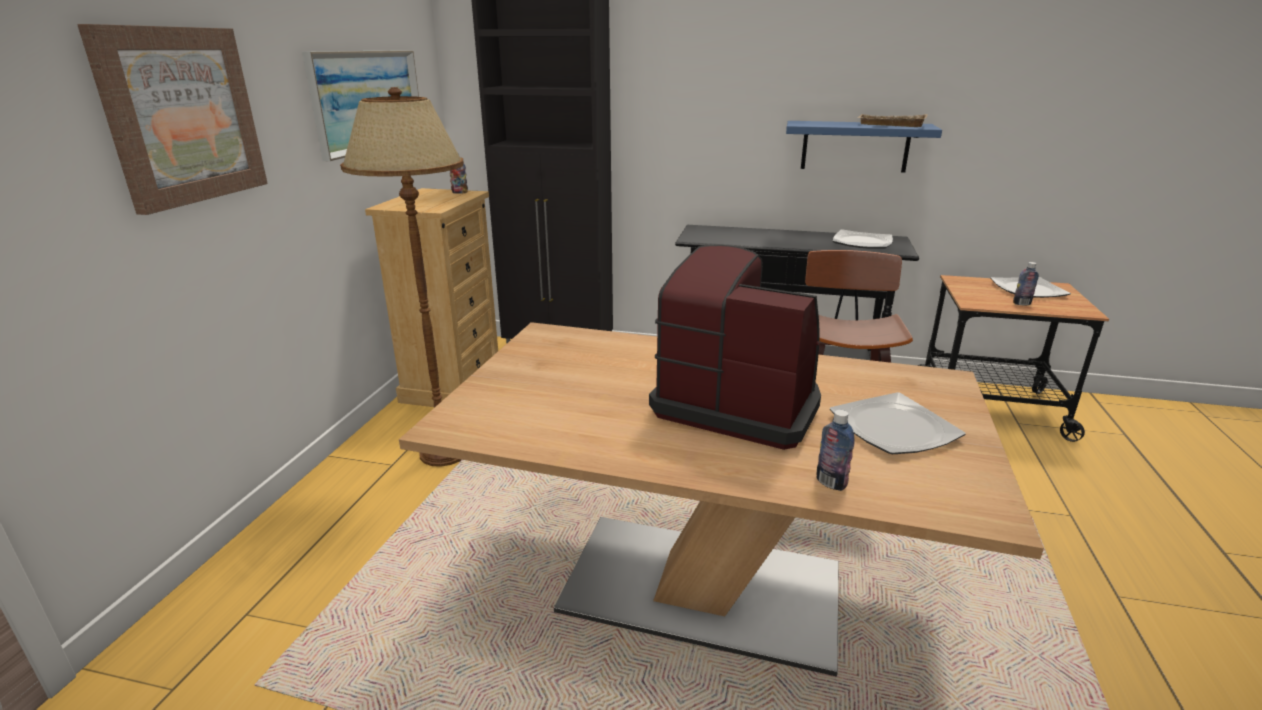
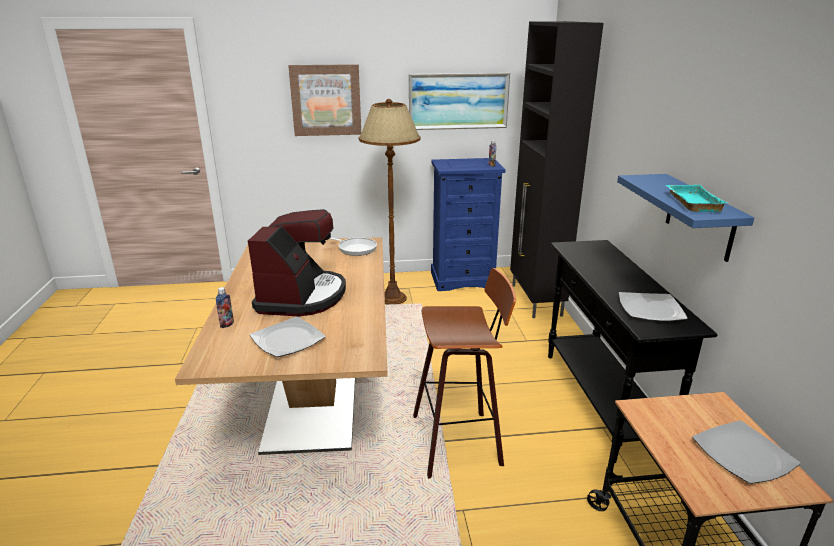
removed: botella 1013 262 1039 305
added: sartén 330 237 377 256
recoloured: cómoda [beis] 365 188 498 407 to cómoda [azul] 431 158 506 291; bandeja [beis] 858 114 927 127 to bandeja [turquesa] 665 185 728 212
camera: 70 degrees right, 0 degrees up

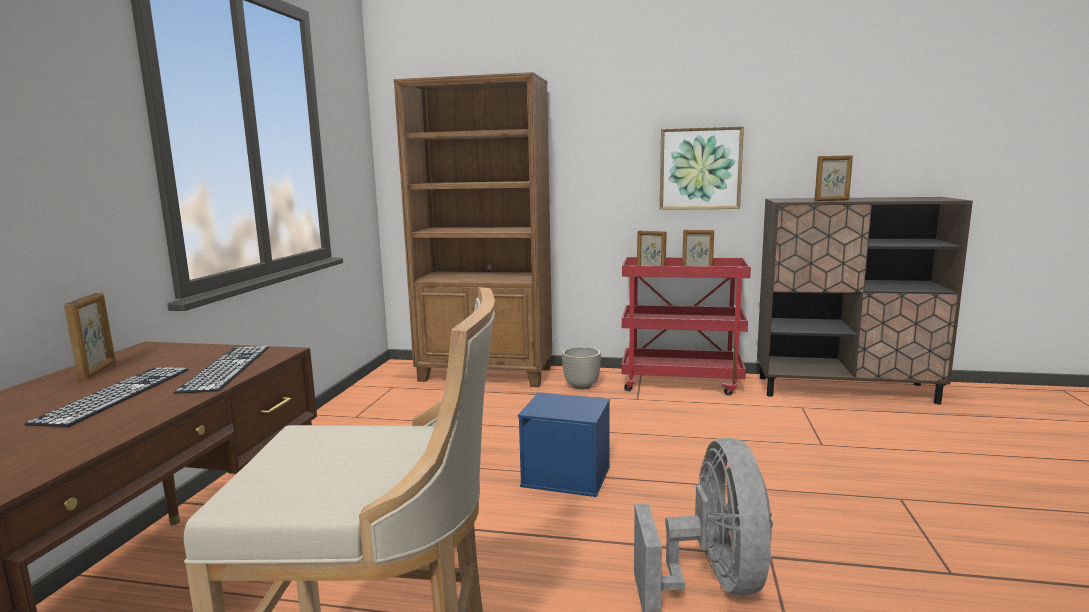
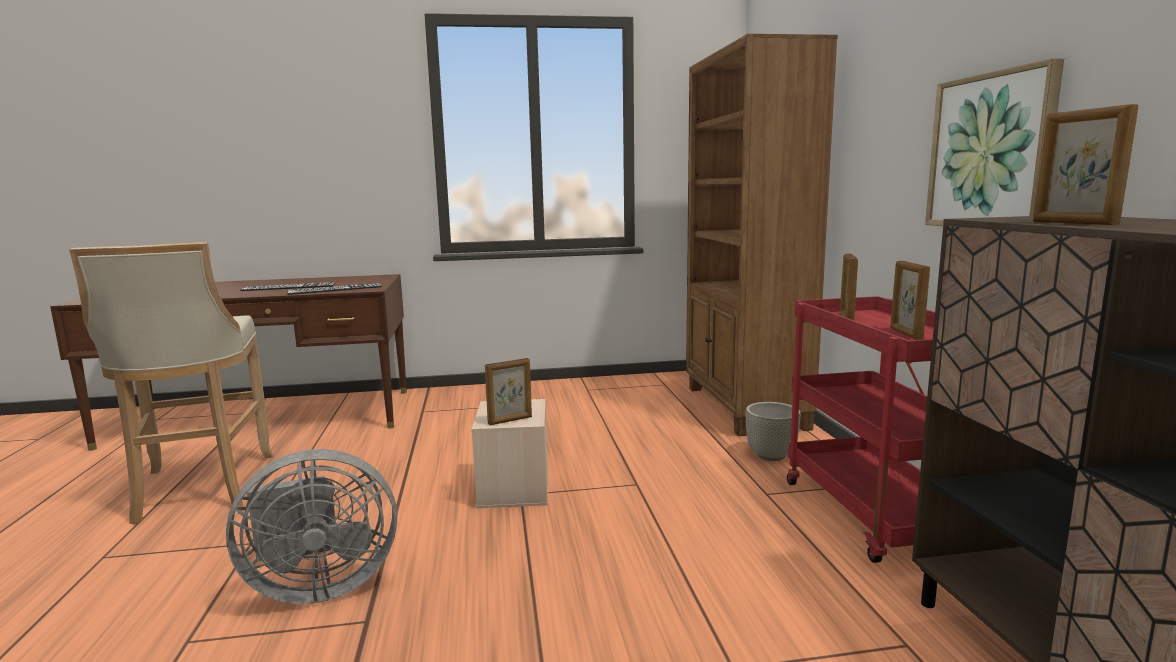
moved: portarretratos 64 293 116 380 to 485 358 532 425
recoloured: caja de almacenaje [azul] 518 392 610 497 to caja de almacenaje [beis] 471 399 548 508
camera: 70 degrees right, 0 degrees up

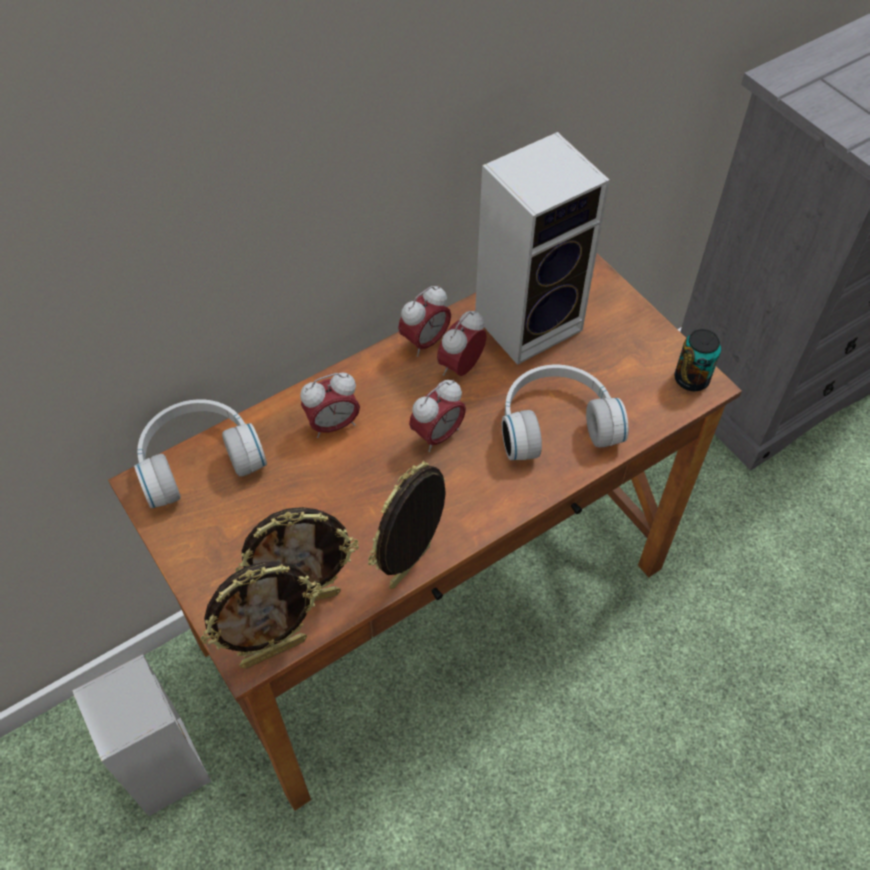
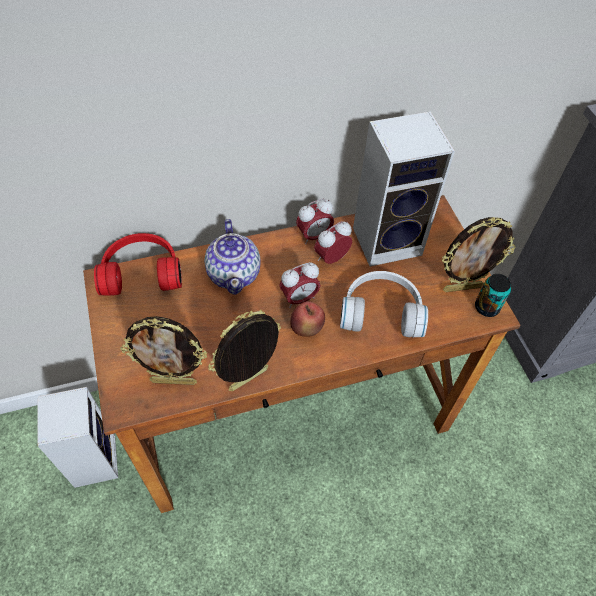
added: manzana 290 301 325 337
moved: portarretratos 200 561 322 669 to 442 217 515 292
replaced: despertador 300 372 360 438 to tetera 204 219 261 295
recoloured: auriculares [blanco] 134 399 267 508 to auriculares [rojo] 94 233 182 296
camera: 15 degrees right, 0 degrees up

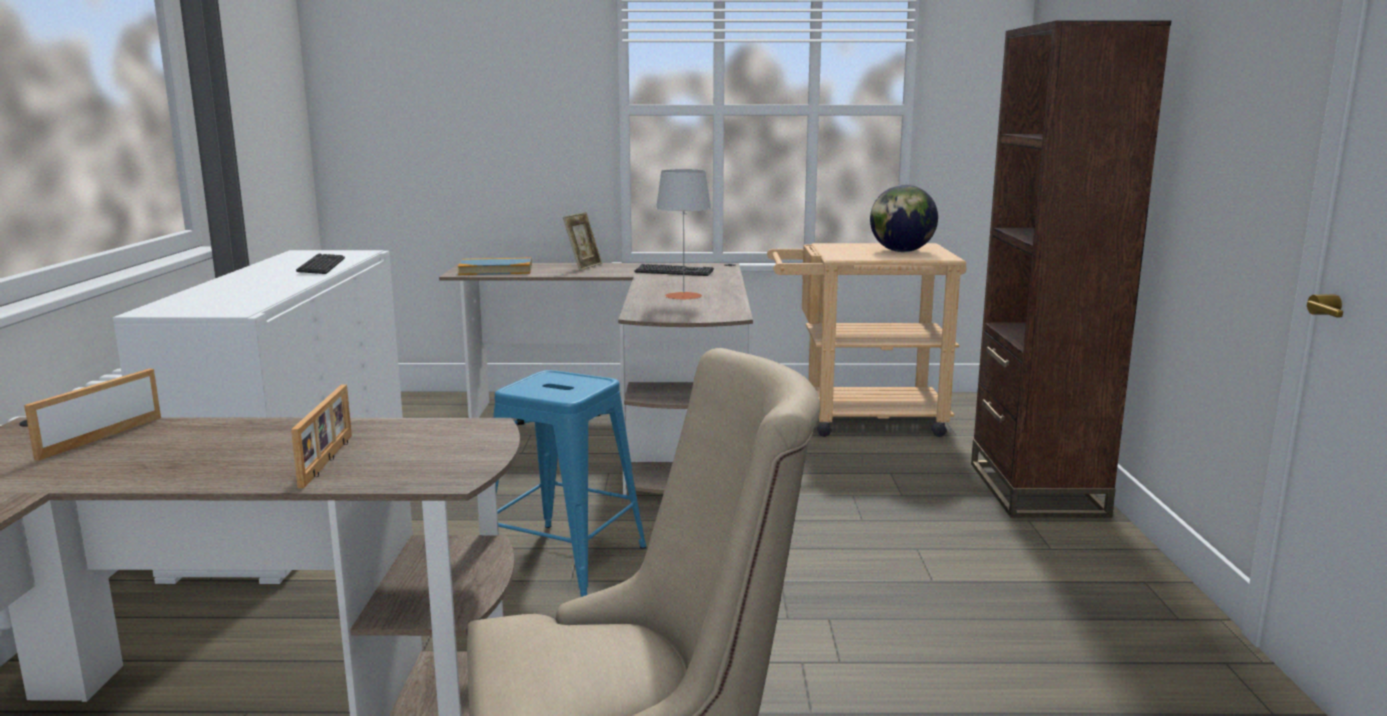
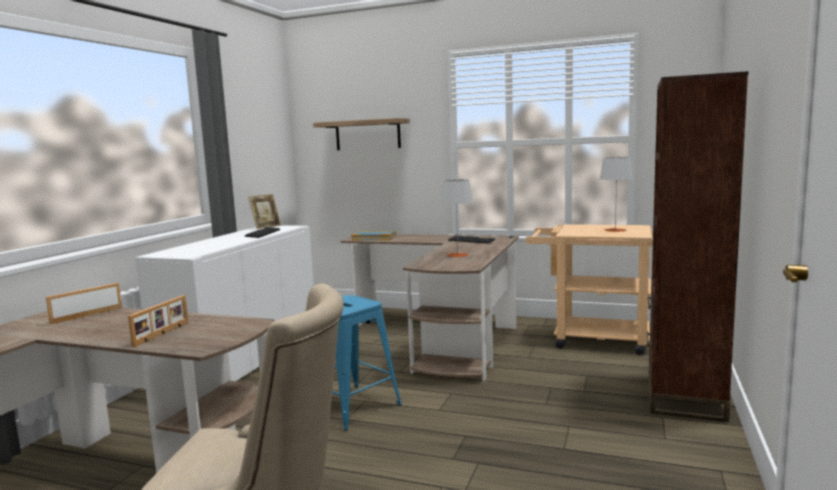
added: estante 313 118 410 150
moved: portarretratos 563 212 602 271 to 248 194 281 229
replaced: globo terráqueo 870 185 938 252 to lámpara de mesa [gris] 600 157 634 232
camera: 20 degrees right, 5 degrees down

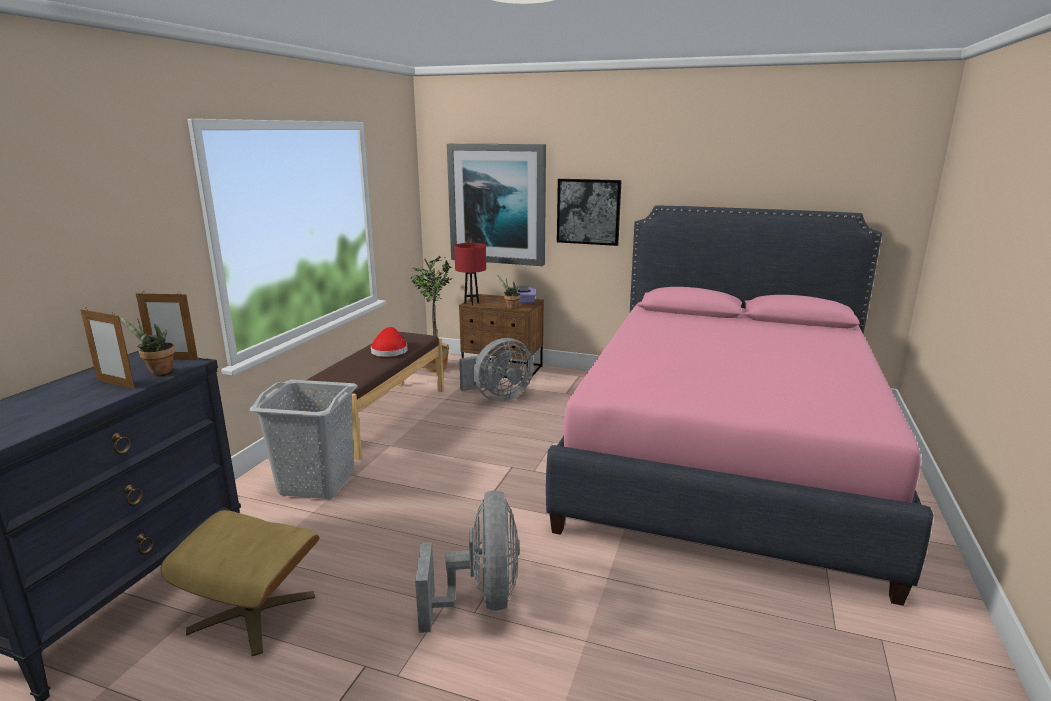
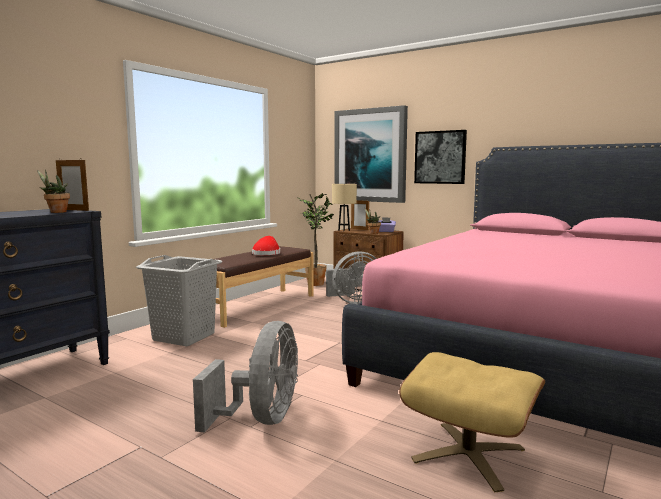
moved: portarretratos 80 308 135 389 to 351 200 369 230; puf [beis] 160 510 320 657 to 399 352 545 492
recoloured: lámpara de mesa [rojo] 454 243 486 305 to lámpara de mesa [beis] 332 184 357 231
camera: 15 degrees right, 10 degrees down

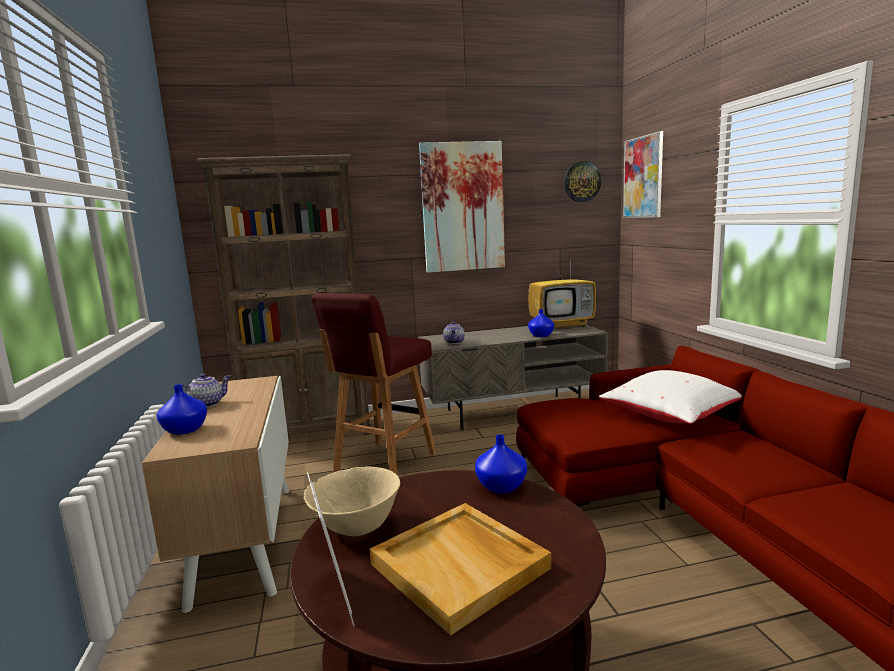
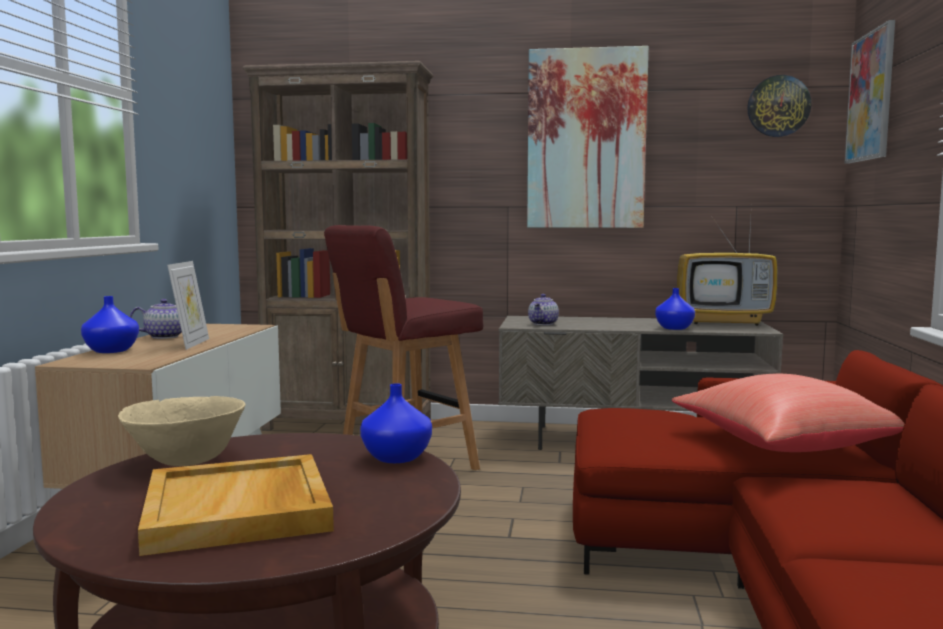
moved: portarretratos 307 472 355 626 to 167 261 209 350
recoloured: cojín [blanco] 599 370 742 424 to cojín [rojo] 672 374 904 452
camera: 20 degrees right, 5 degrees down

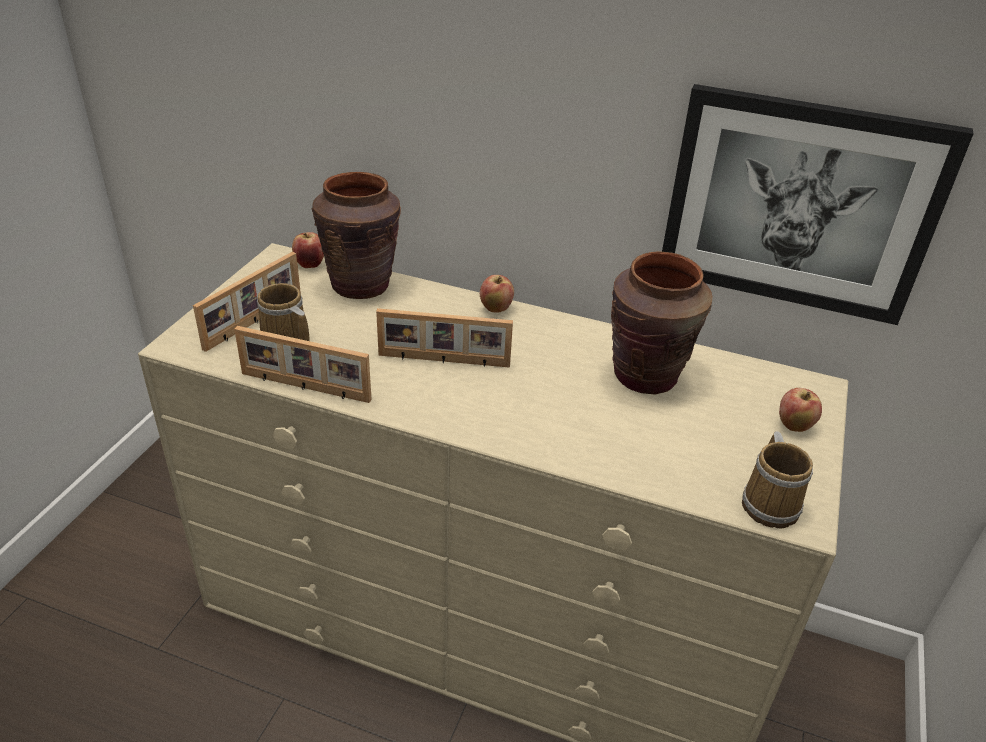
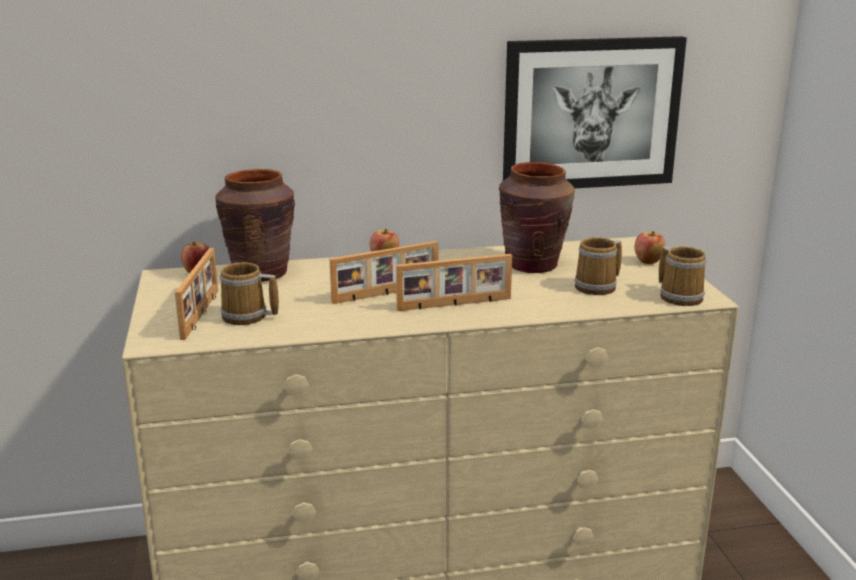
added: taza grande 575 237 622 295
moved: portarretratos 234 326 372 403 to 396 254 512 311
camera: 30 degrees left, 15 degrees down

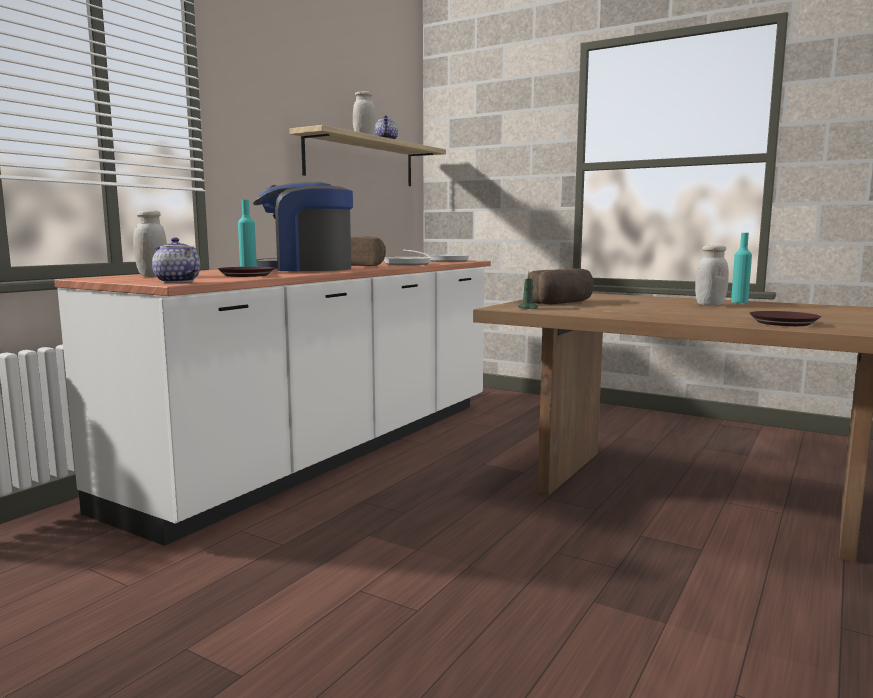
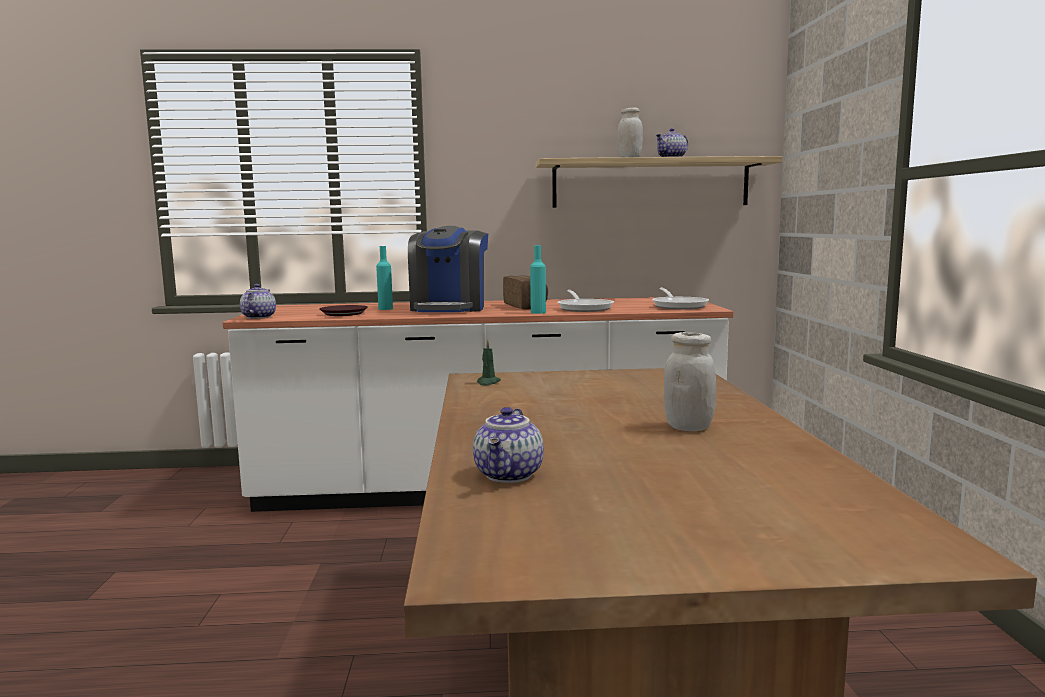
removed: tarro [blanco] 133 210 167 276; pan 529 269 594 304
moved: botella [turquesa] 731 233 752 303 to 530 245 546 314
replaced: plato [marrón] 749 311 821 326 to tetera 473 407 544 483
turned: cafetera 253 182 353 271 = 408 226 488 312 135 degrees counterclockwise
camera: 55 degrees right, 0 degrees up

